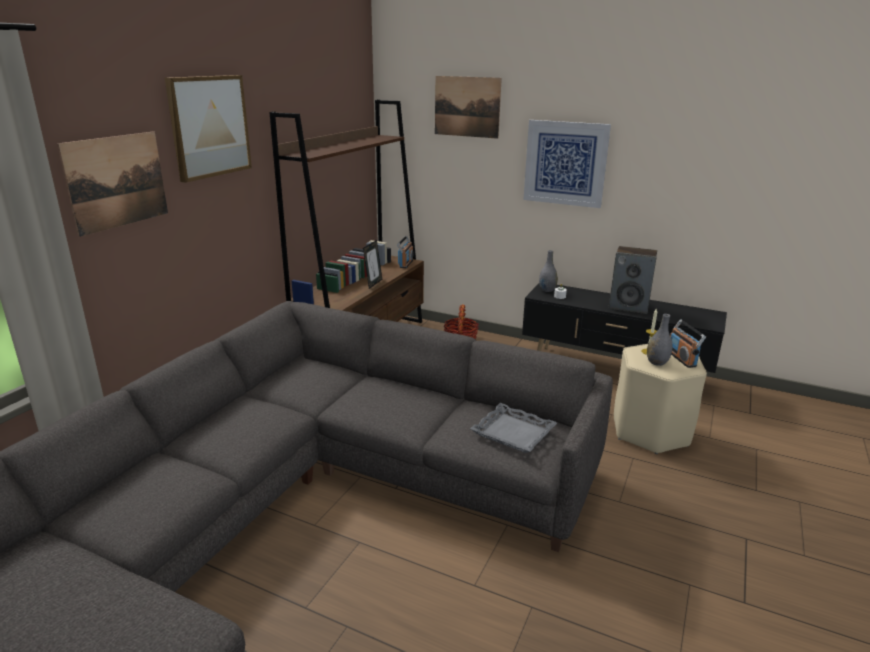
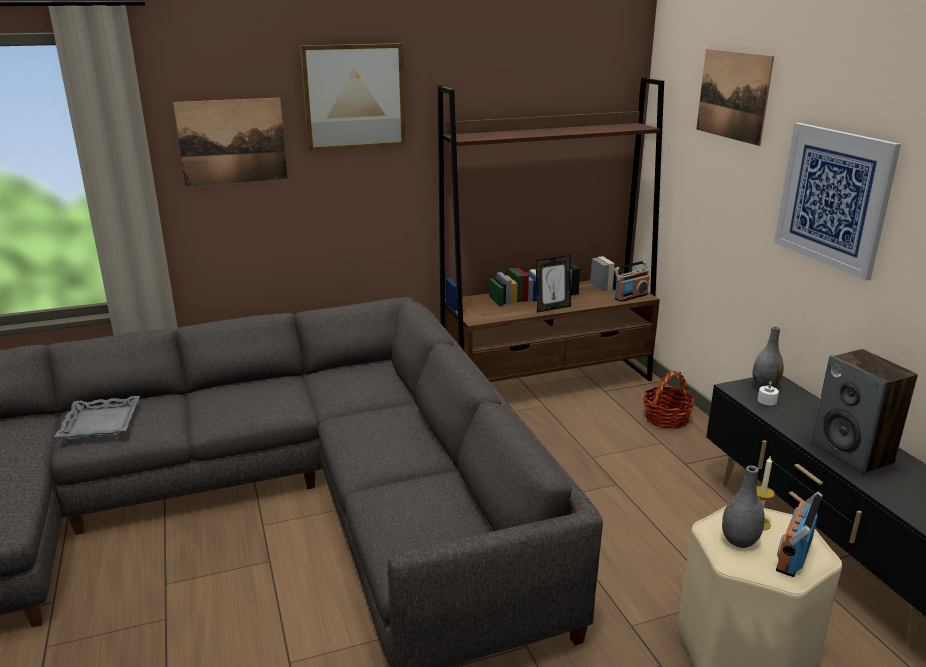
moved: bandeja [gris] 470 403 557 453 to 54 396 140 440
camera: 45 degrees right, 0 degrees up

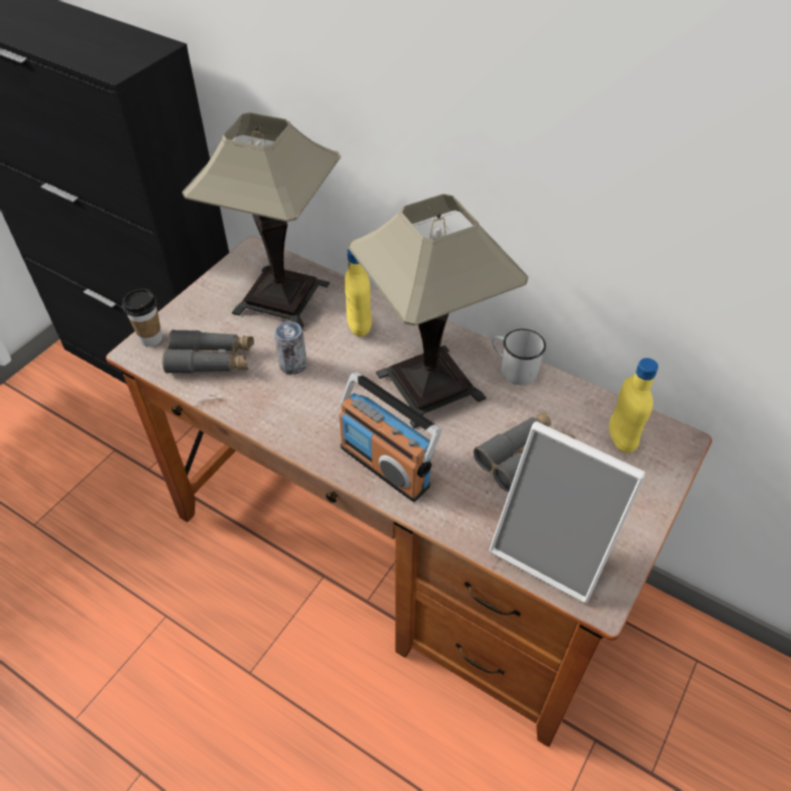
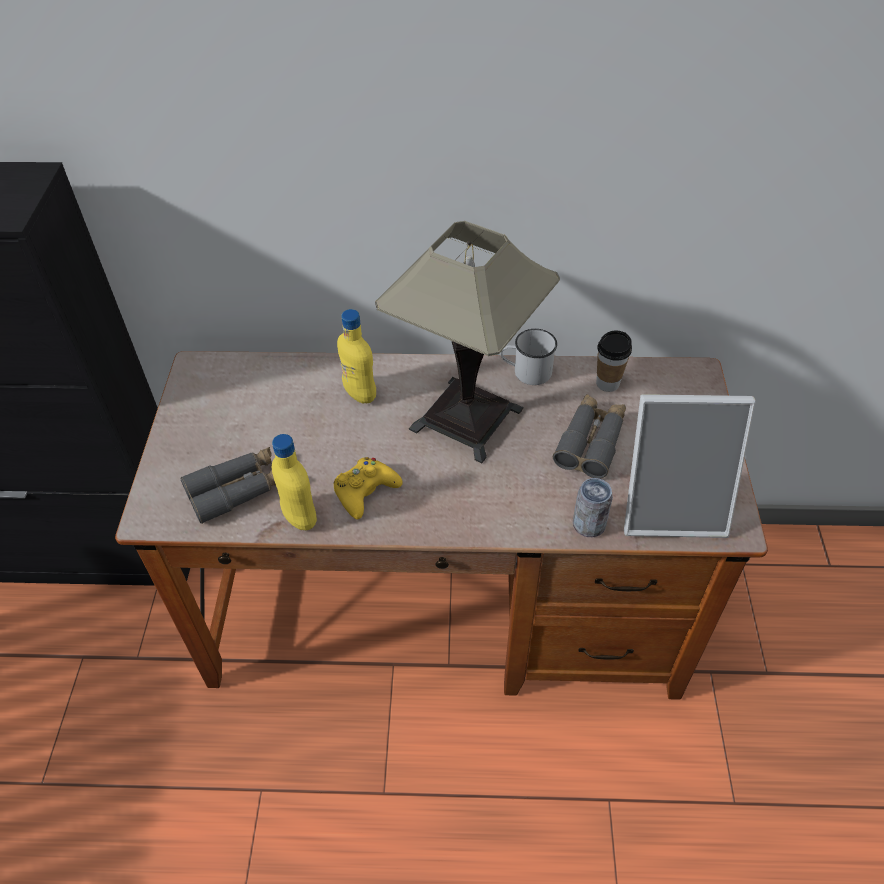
removed: lámpara de mesa 182 112 341 329; radio 339 372 441 502
added: mando de consola [amarillo] 334 457 403 519
moved: taza 122 289 162 347 to 596 330 632 392; lata 274 321 307 375 to 573 478 613 537; botella [amarillo] 609 358 658 453 to 272 434 317 530
camera: 30 degrees left, 0 degrees up

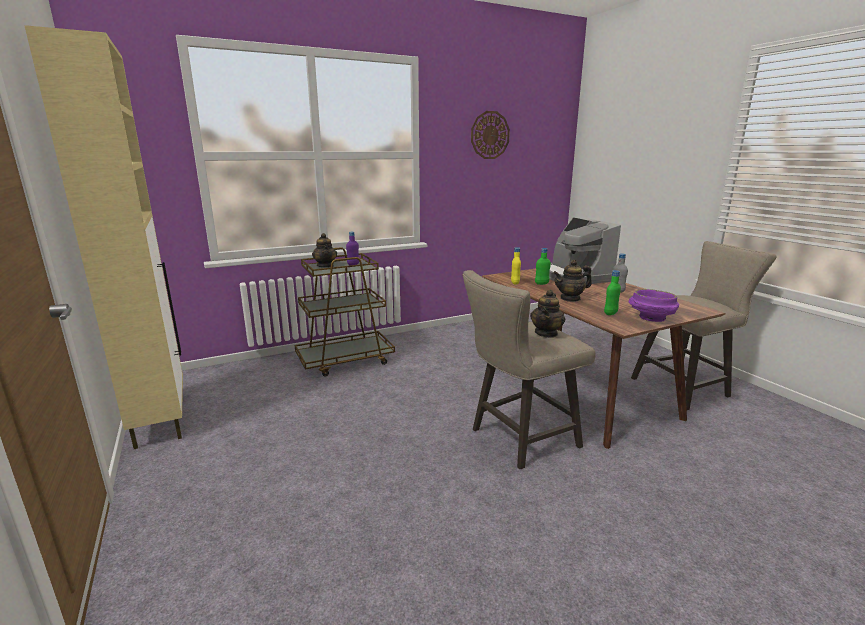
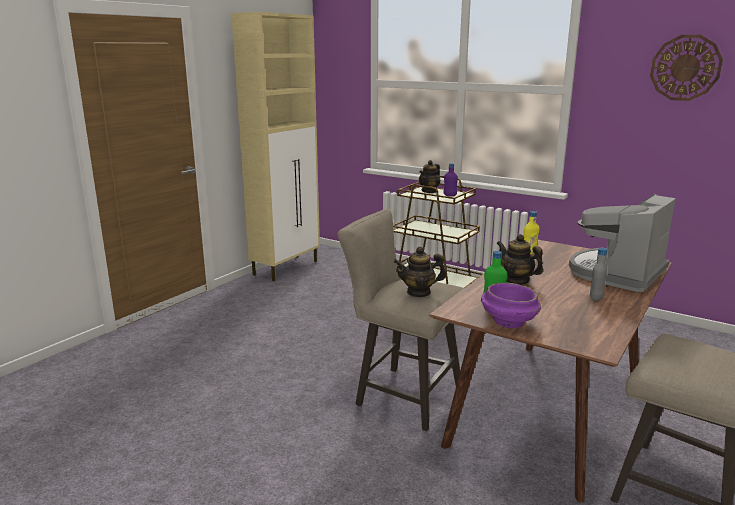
removed: botella [verde] 535 248 551 285
camera: 60 degrees right, 0 degrees up

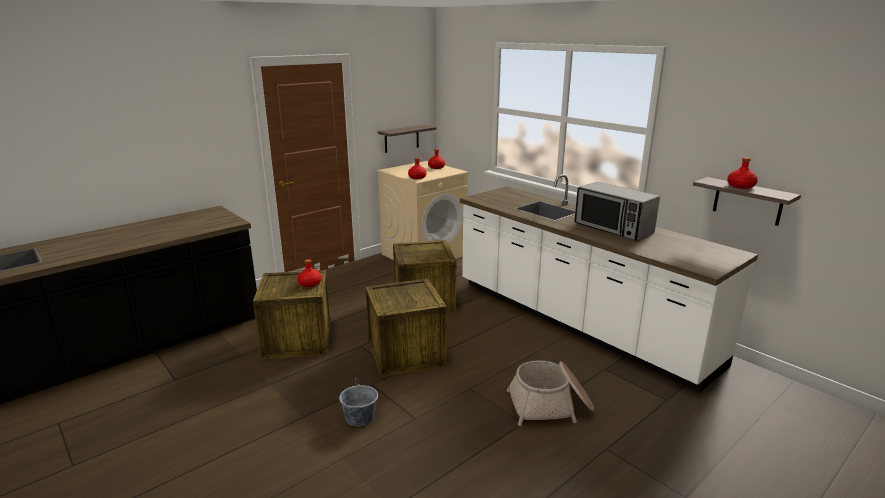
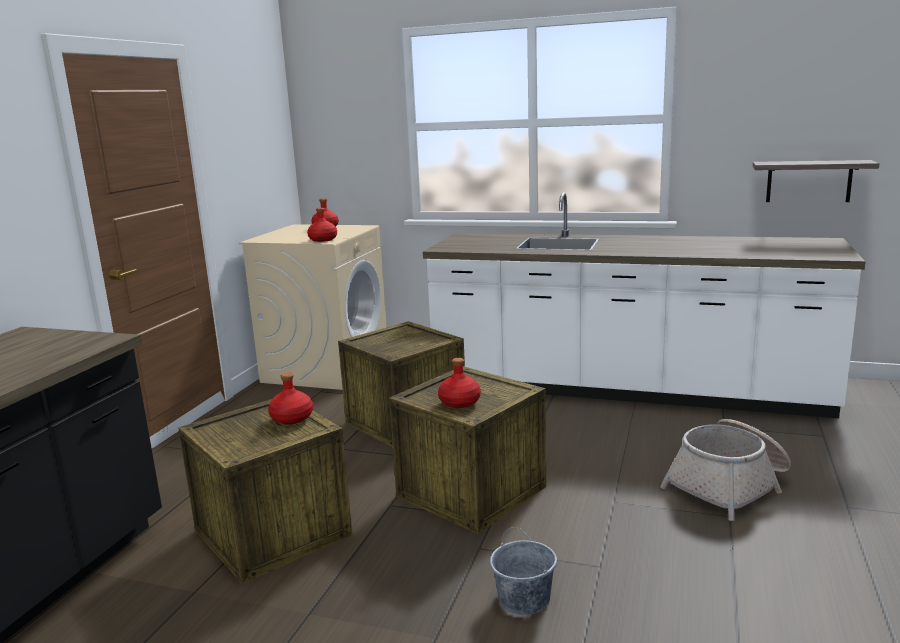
removed: estante 377 125 437 153; microondas 574 182 660 241
moved: botella [rojo] 727 157 758 189 to 438 358 481 408
camera: 30 degrees left, 5 degrees down

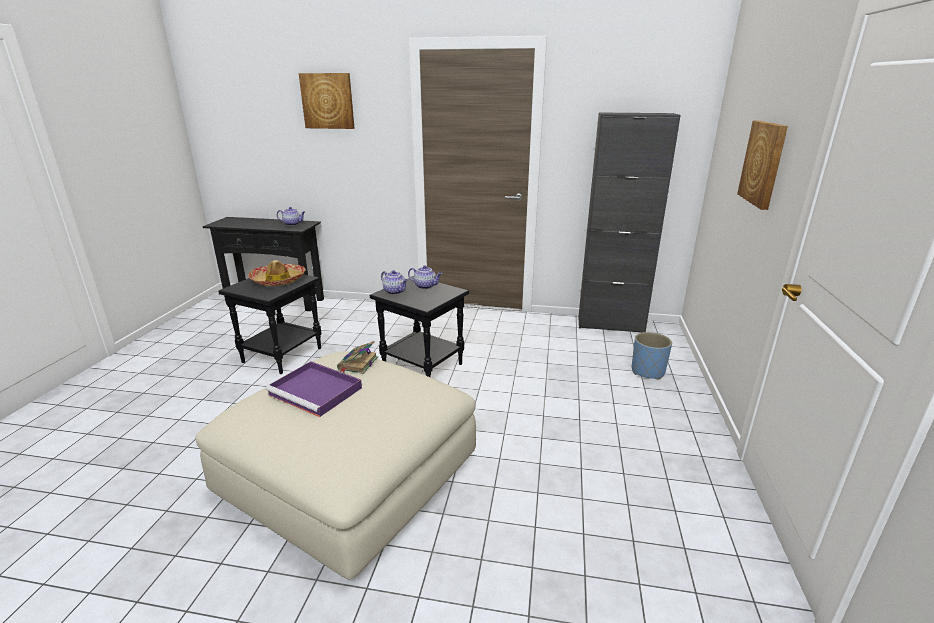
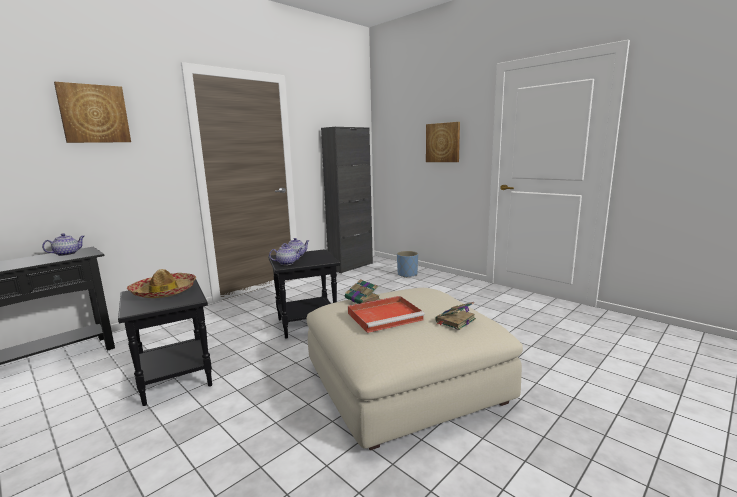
added: libro 435 302 476 330
recoloured: bandeja [morado] 266 361 362 417 to bandeja [rojo] 348 296 425 333
camera: 55 degrees left, 10 degrees down

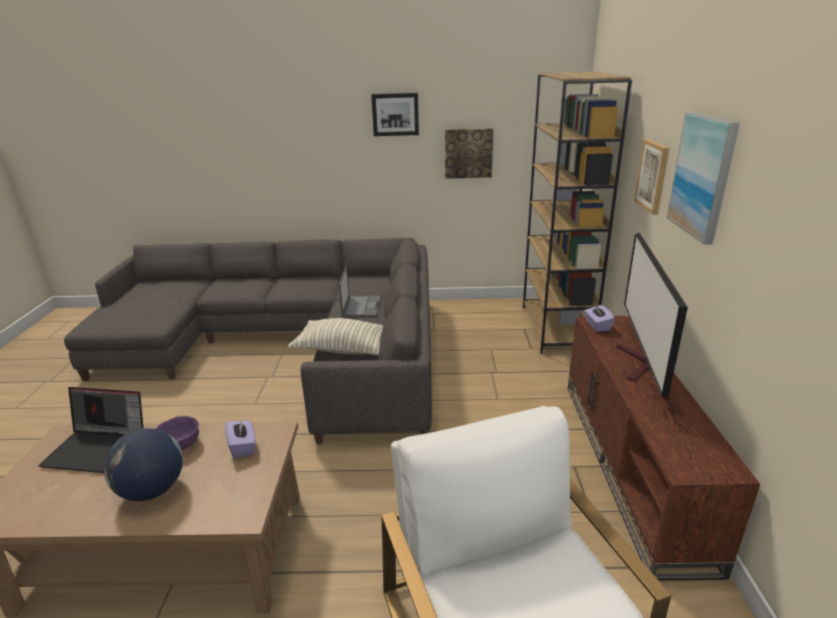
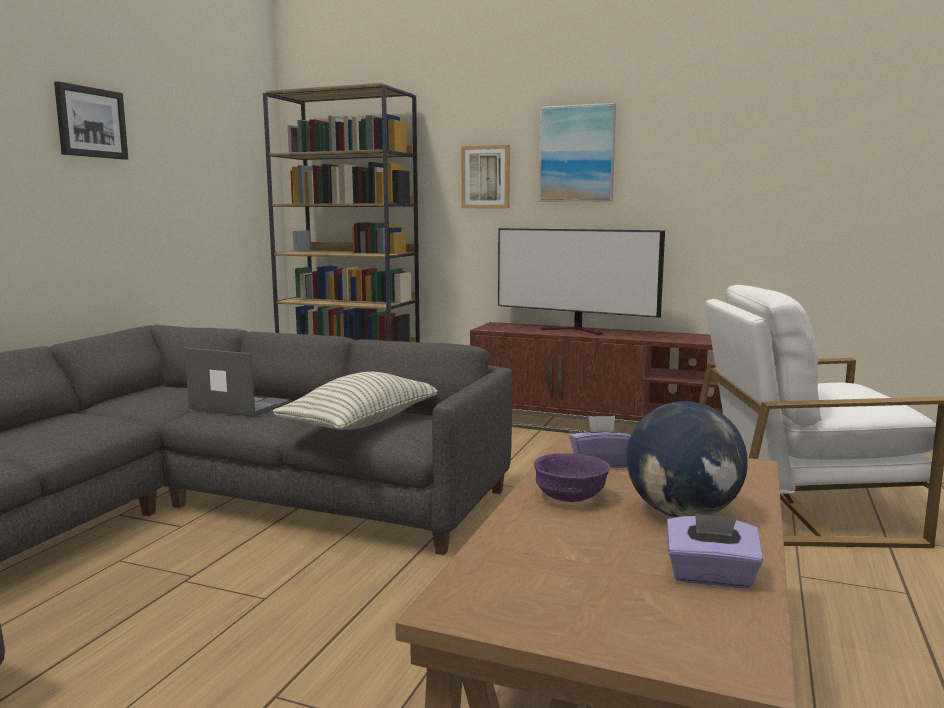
removed: portátil 38 387 143 473; cuadro 445 128 493 179
moved: caja de pañuelos [morado] 585 303 615 332 to 666 513 763 588
camera: 70 degrees left, 15 degrees down

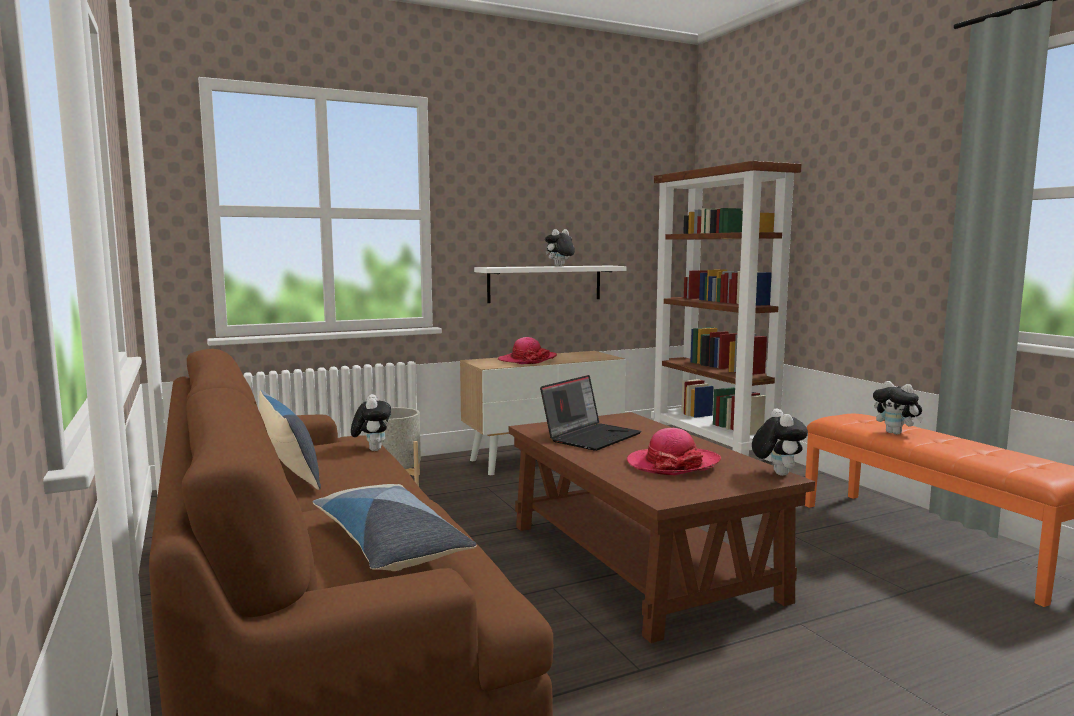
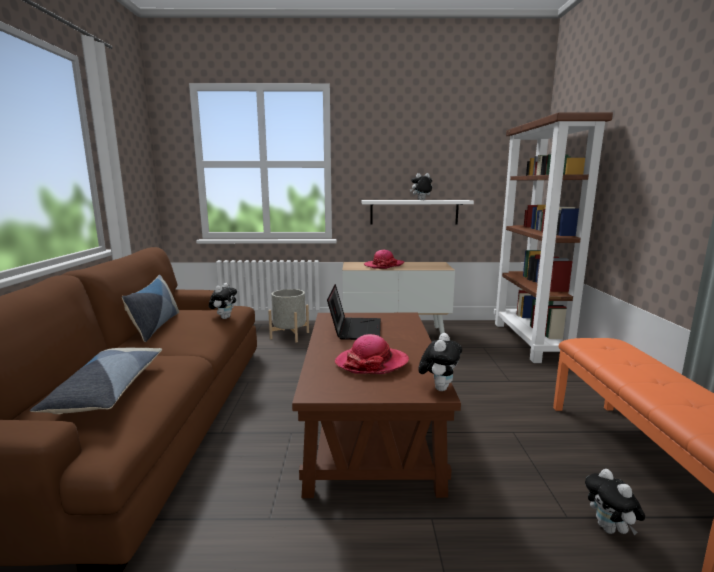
moved: peluche 873 381 923 435 to 585 469 645 536
turned: portátil 540 375 641 451 = 327 284 381 340 60 degrees counterclockwise
camera: 25 degrees right, 5 degrees up

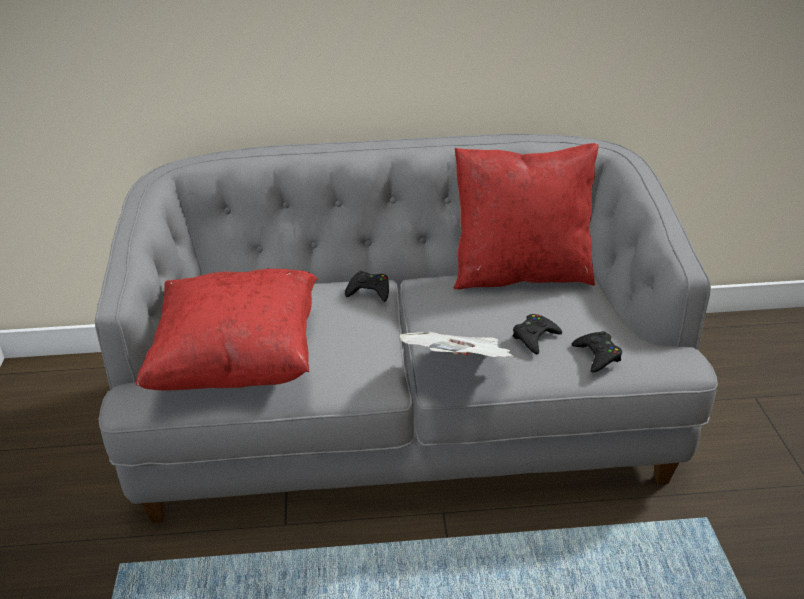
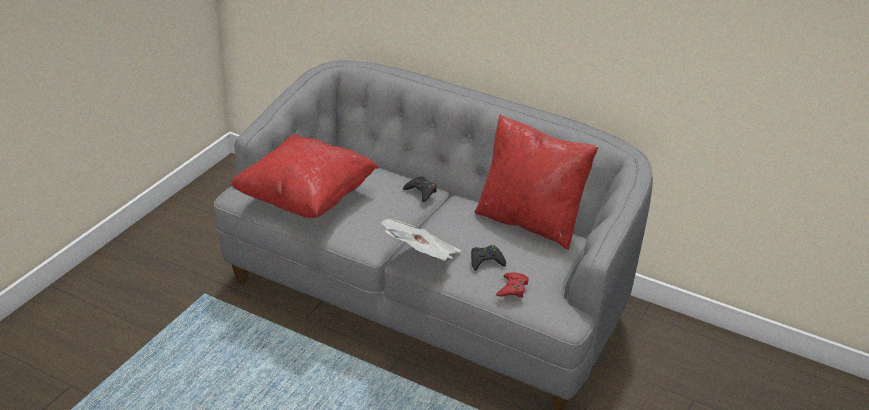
recoloured: mando de consola [negro] 572 331 622 372 to mando de consola [rojo] 496 272 529 298
camera: 30 degrees right, 0 degrees up

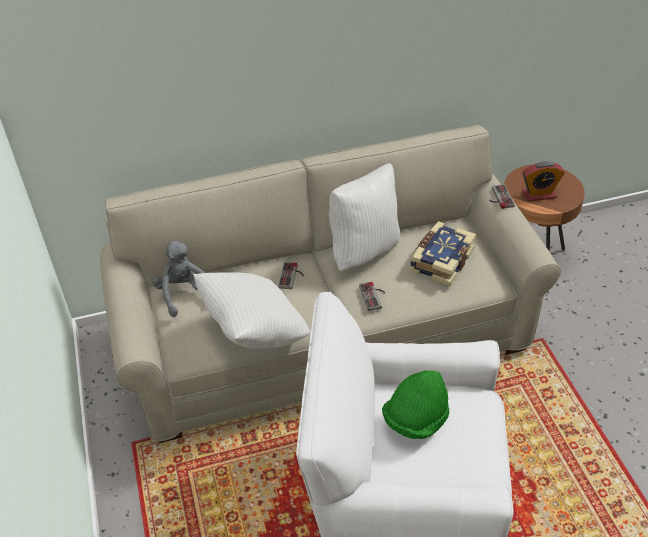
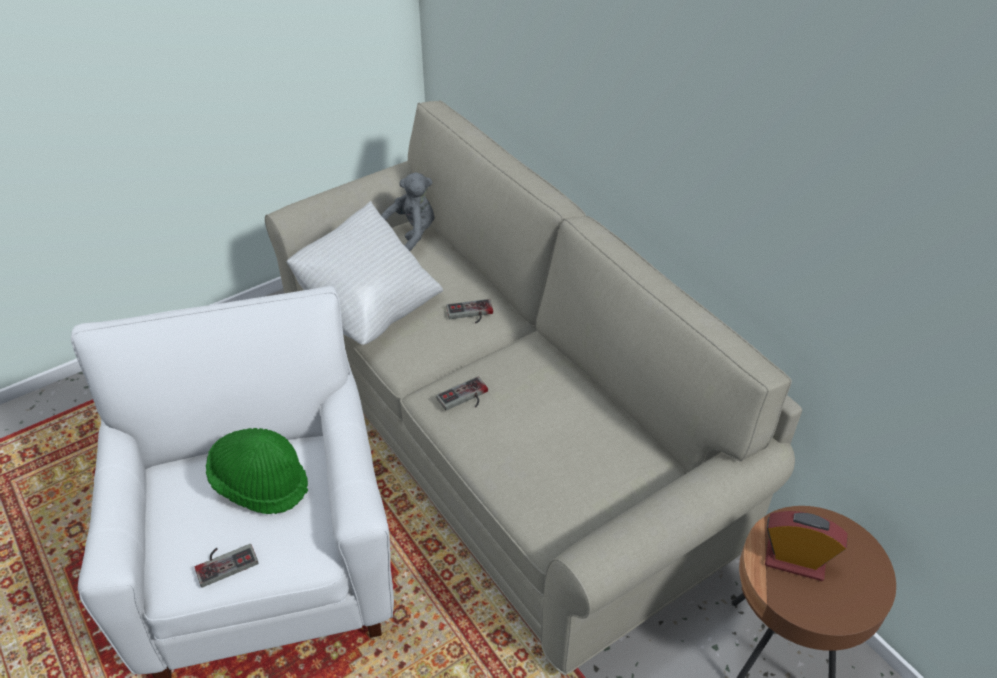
removed: cojín [blanco] 329 163 400 271; libro 410 221 476 286
moved: mando de consola 489 184 515 209 to 195 544 258 587
turned: despertador 522 161 565 201 = 765 511 847 581 135 degrees clockwise
camera: 70 degrees right, 0 degrees up

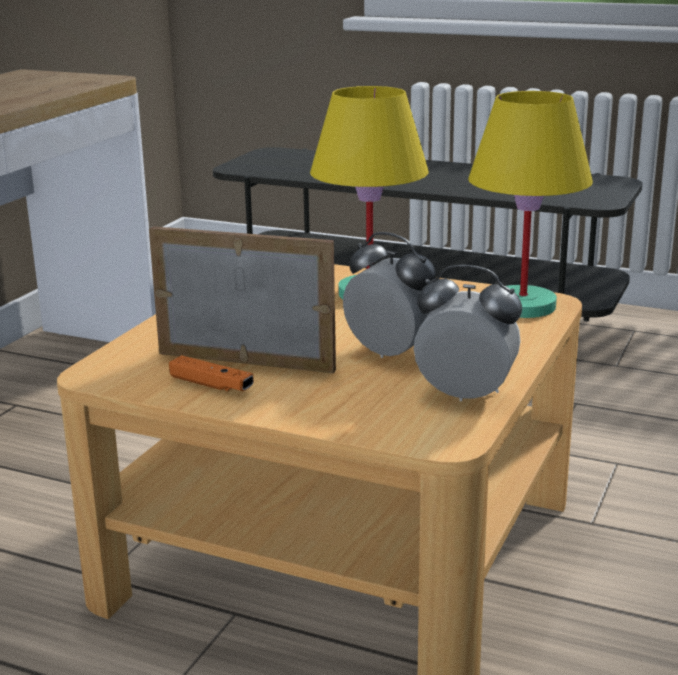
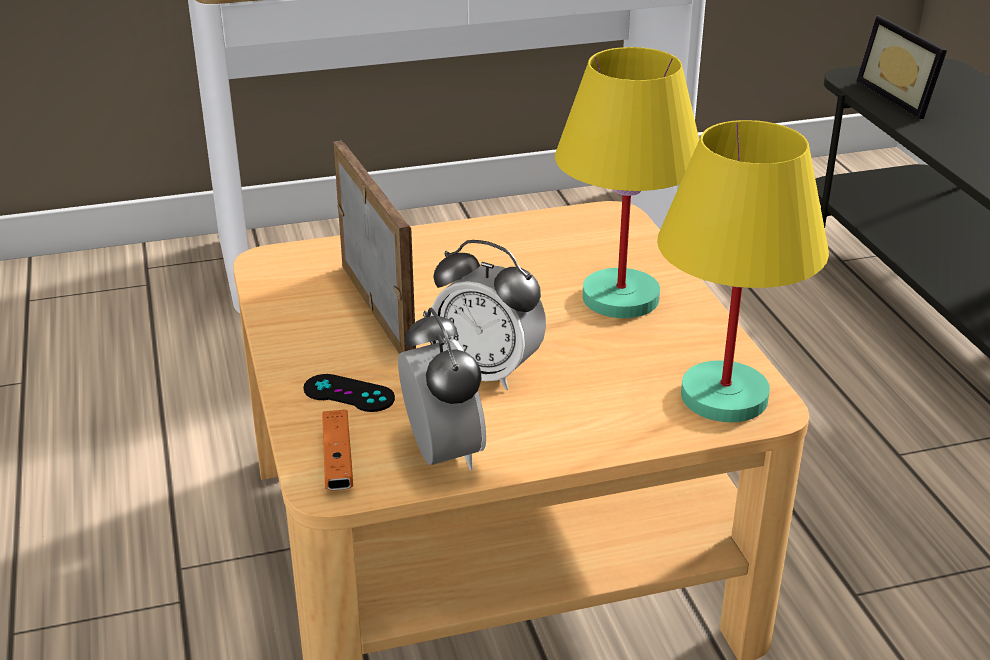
added: mando de consola [negro] 303 374 395 412; portarretratos 856 16 947 119
moved: mando de consola [naranja] 169 355 254 391 to 322 410 353 491
turned: despertador 343 232 436 358 = 430 240 546 390 120 degrees clockwise
camera: 50 degrees right, 10 degrees up

